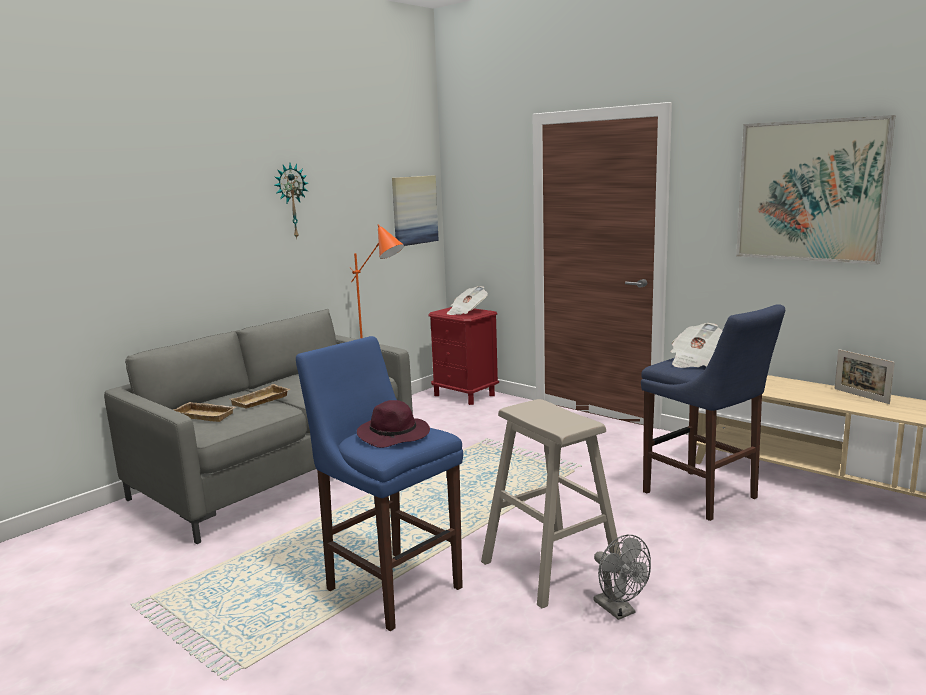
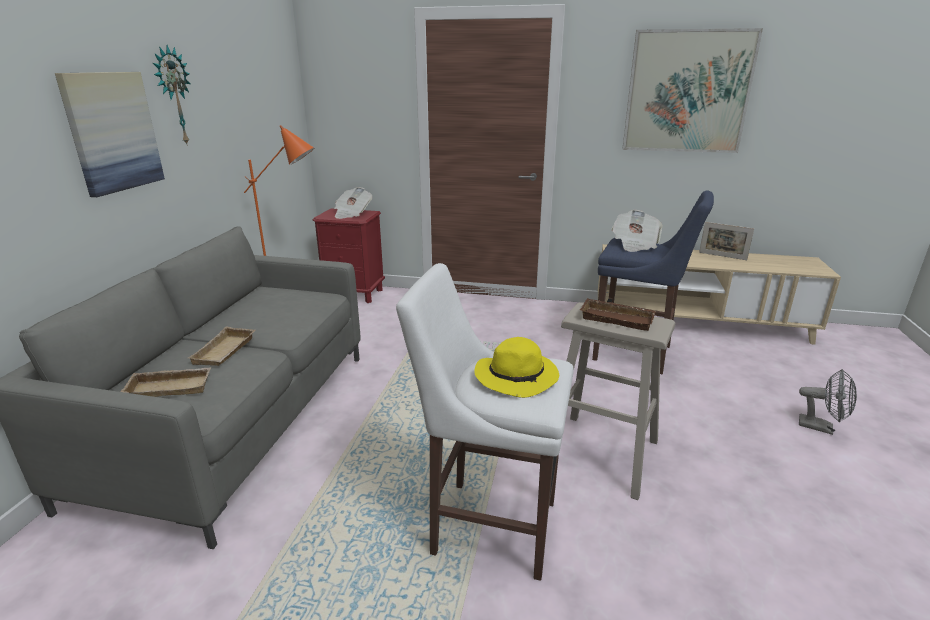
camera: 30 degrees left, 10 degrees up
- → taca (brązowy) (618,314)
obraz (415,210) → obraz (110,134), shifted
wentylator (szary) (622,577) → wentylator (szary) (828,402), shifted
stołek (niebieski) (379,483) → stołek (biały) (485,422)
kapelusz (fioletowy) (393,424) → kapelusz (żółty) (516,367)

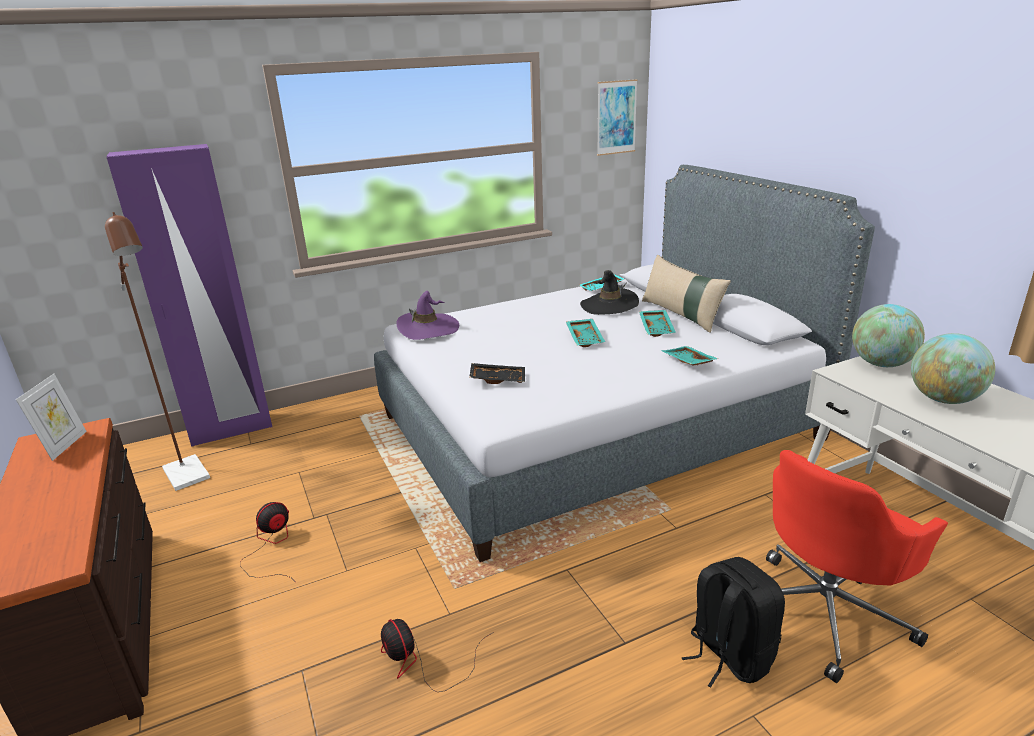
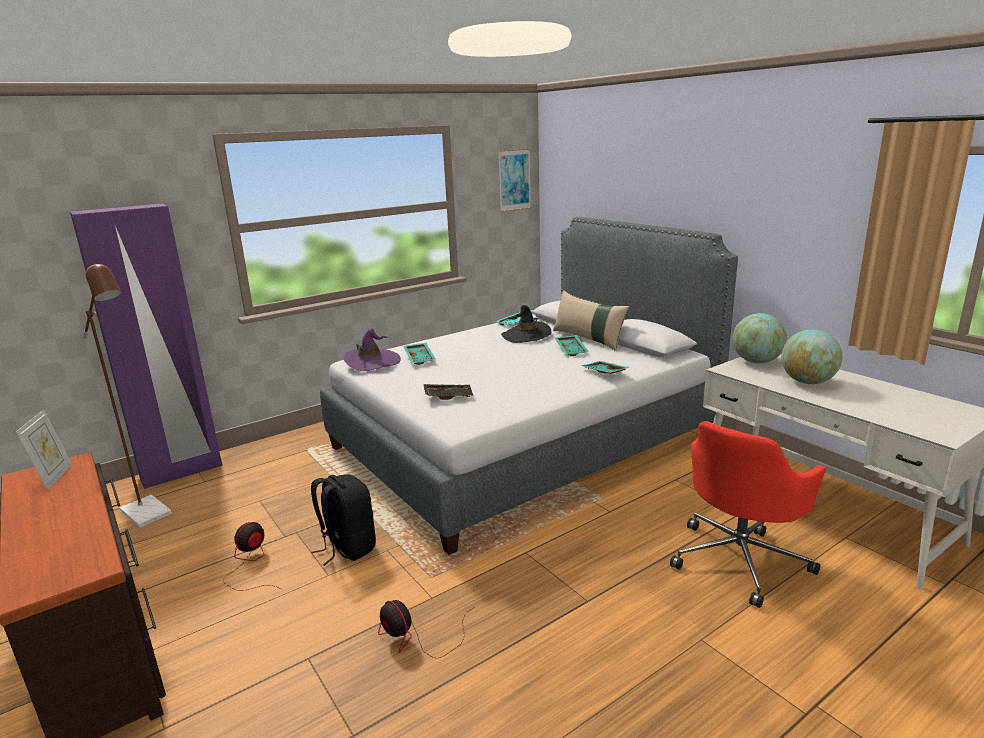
camera: 10 degrees left, 5 degrees down
taca (turkusowy) (585,333) → taca (turkusowy) (419,354), shifted
plecak (czarny) (733,622) → plecak (czarny) (343,520), shifted

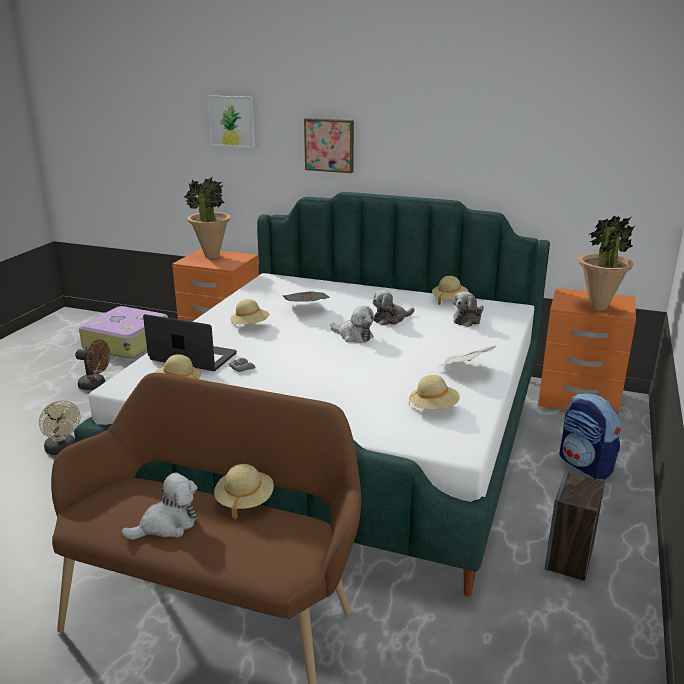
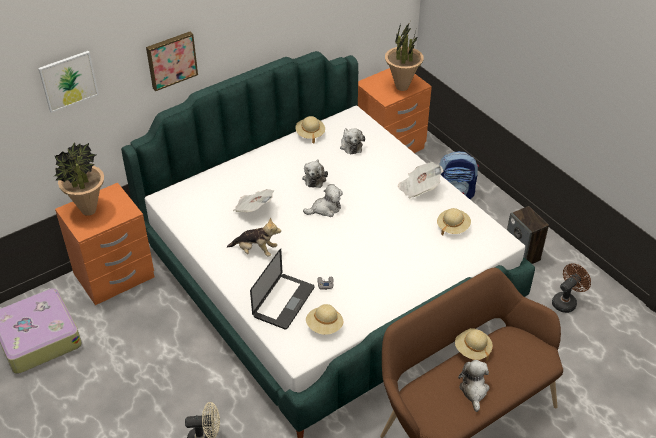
camera: 55 degrees left, 20 degrees up
wentylator (brązowy) (92,364) → wentylator (brązowy) (571,288), shifted
kapelusz (beżowy) (249,311) → pluszak (254,237)
laptop (190,342) → laptop (282,289), 150 degrees clockwise

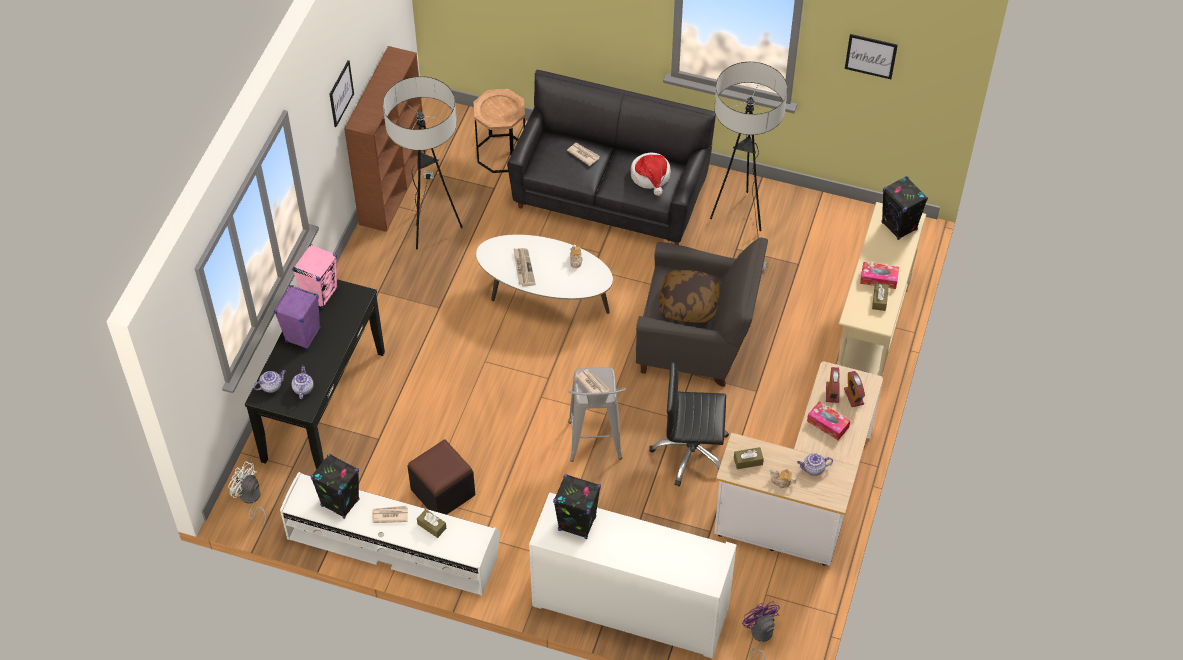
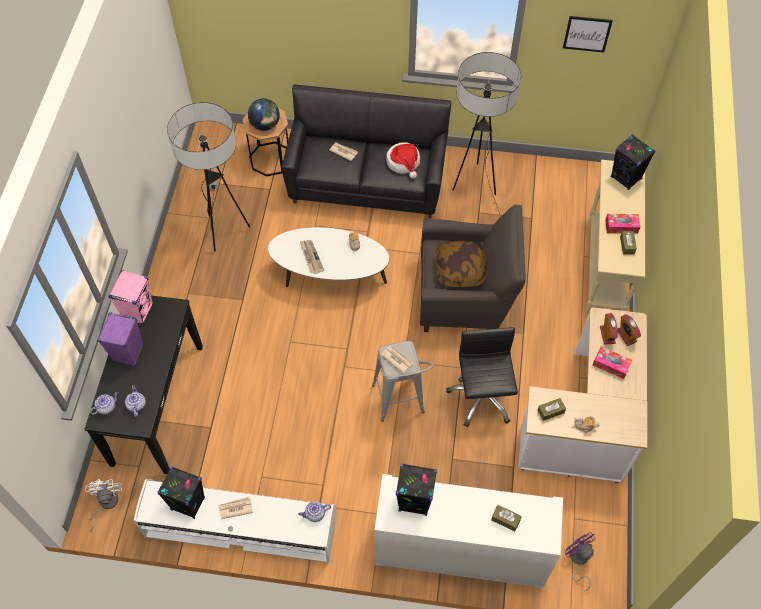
camera: 10 degrees left, 5 degrees up
obraz (341,93) → -
regał (brązowy) (385,139) → -
pufa (czarny) (441,477) → -
- → globus (264,114)
pudełko chusteczek (brązowy) (431,523) → pudełko chusteczek (brązowy) (506,518), shifted
imbryk (815,464) → imbryk (314,511), shifted
wentylator (biały) (247,493) → wentylator (biały) (103,505), 60 degrees clockwise
krzesło biurowe (czarny) (689,424) → krzesło biurowe (czarny) (482,377), 90 degrees clockwise

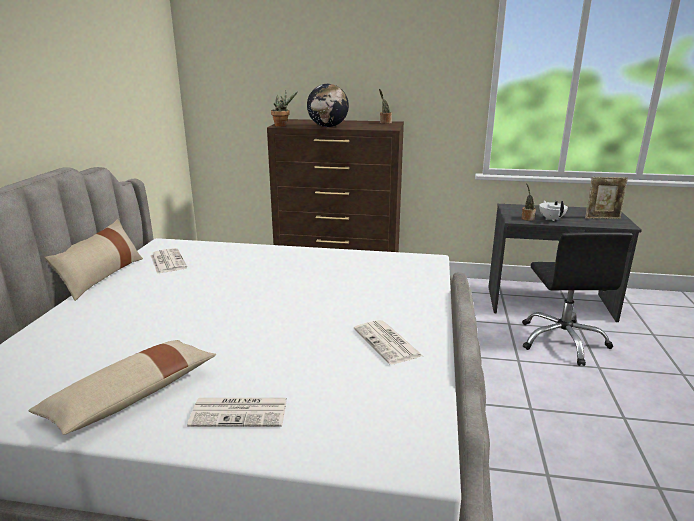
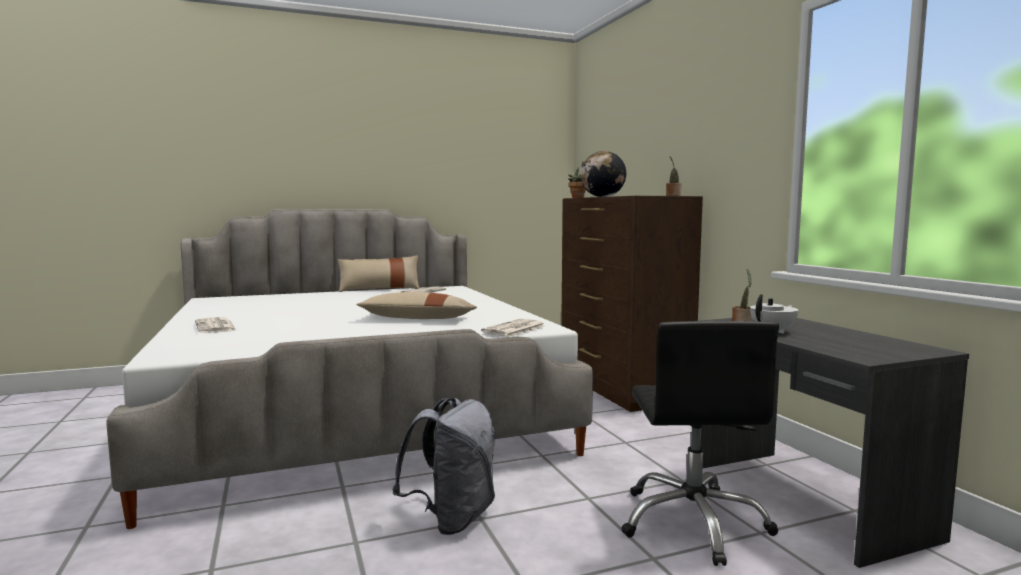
camera: 60 degrees right, 15 degrees down
ramka na zdjęcie (606,198) → -
- → plecak (szary) (443,466)
poduszka (beżowy) (122,387) → poduszka (beżowy) (416,305), shifted
gazeta (388,342) → gazeta (513,328), shifted
krzesło biurowe (czarny) (577,299) → krzesło biurowe (czarny) (700,443), 60 degrees counterclockwise

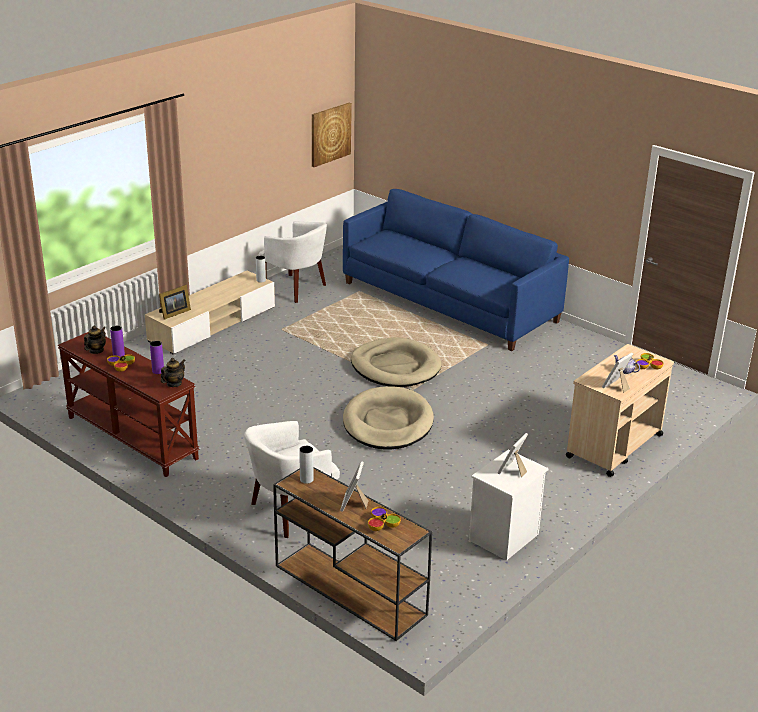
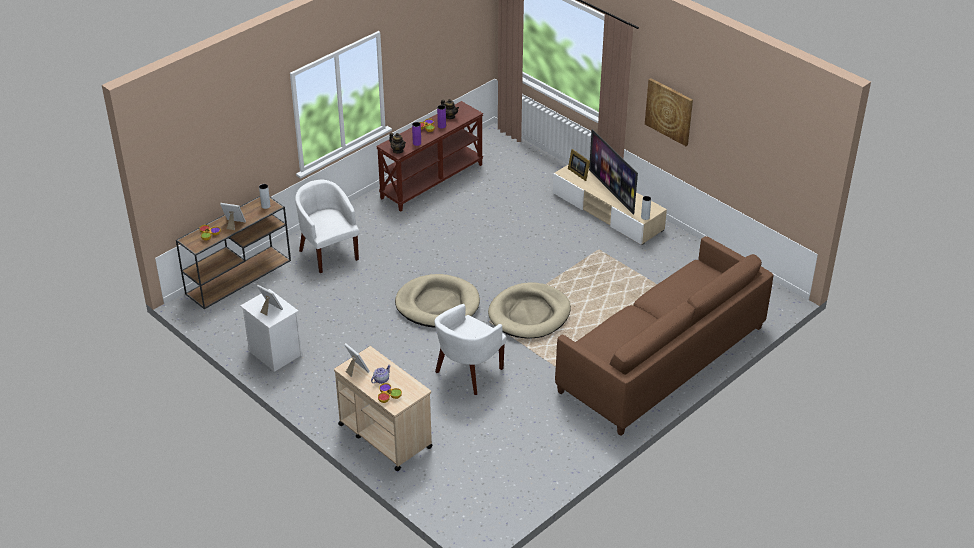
camera: 95 degrees right, 10 degrees up
- → telewizor (613,172)
fotel (biały) (293,262) → fotel (biały) (470,349), shifted
obraz (332,135) → obraz (669,112), shifted
kanapa (niebieski) (456,270) → kanapa (brązowy) (664,336)

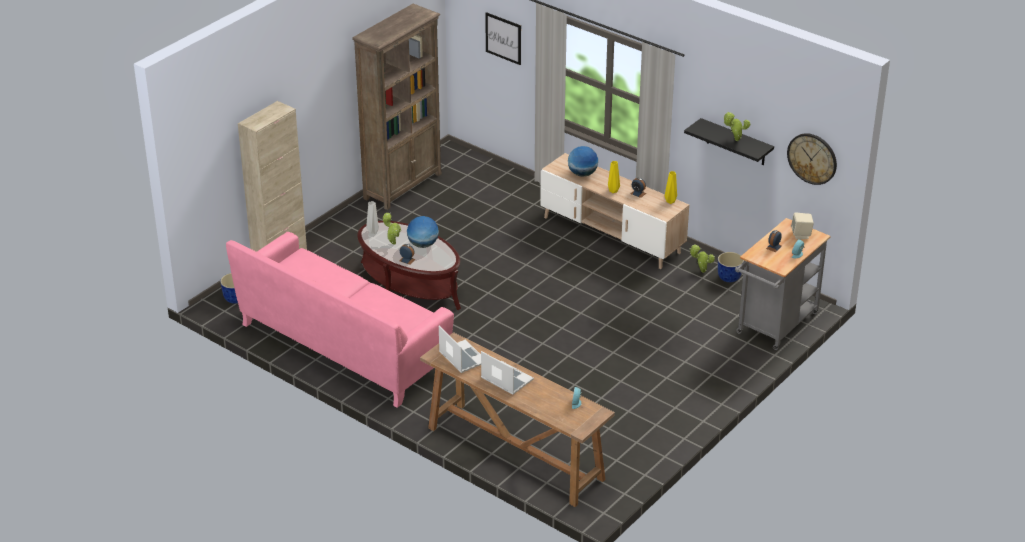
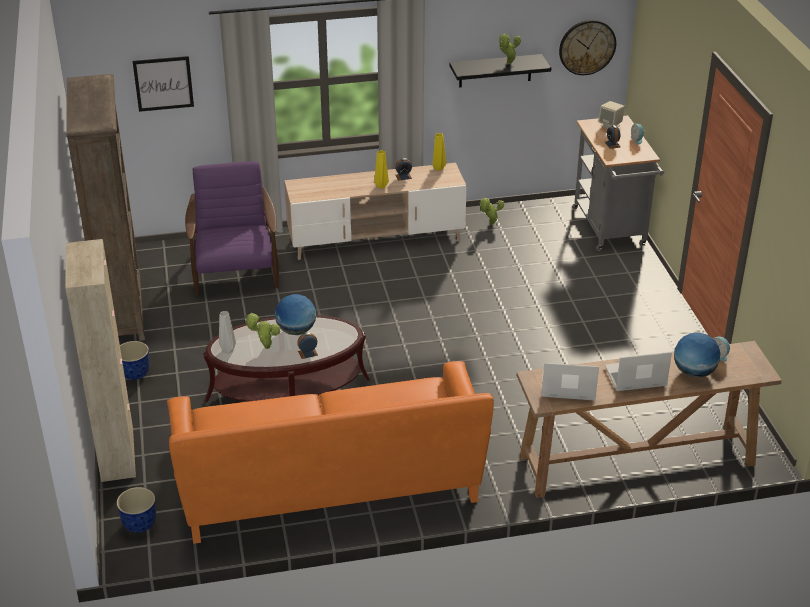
camera: 50 degrees left, 0 degrees up
- → fotel (fioletowy) (232,228)
globus (583,161) → globus (697,355), shifted
donica (731,267) → donica (135,360), shifted
kanapa (różowy) (340,320) → kanapa (pomarańczowy) (330,452)

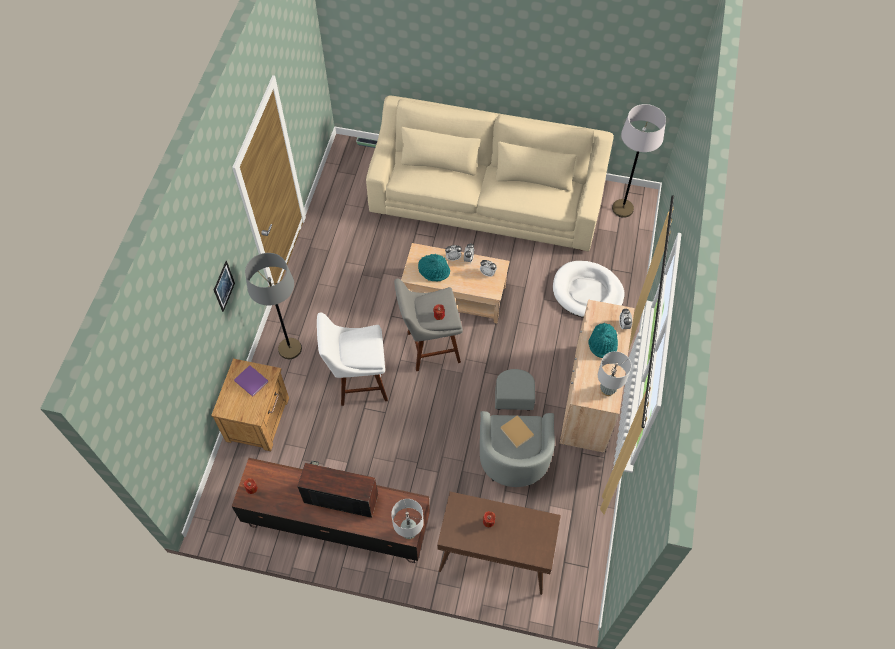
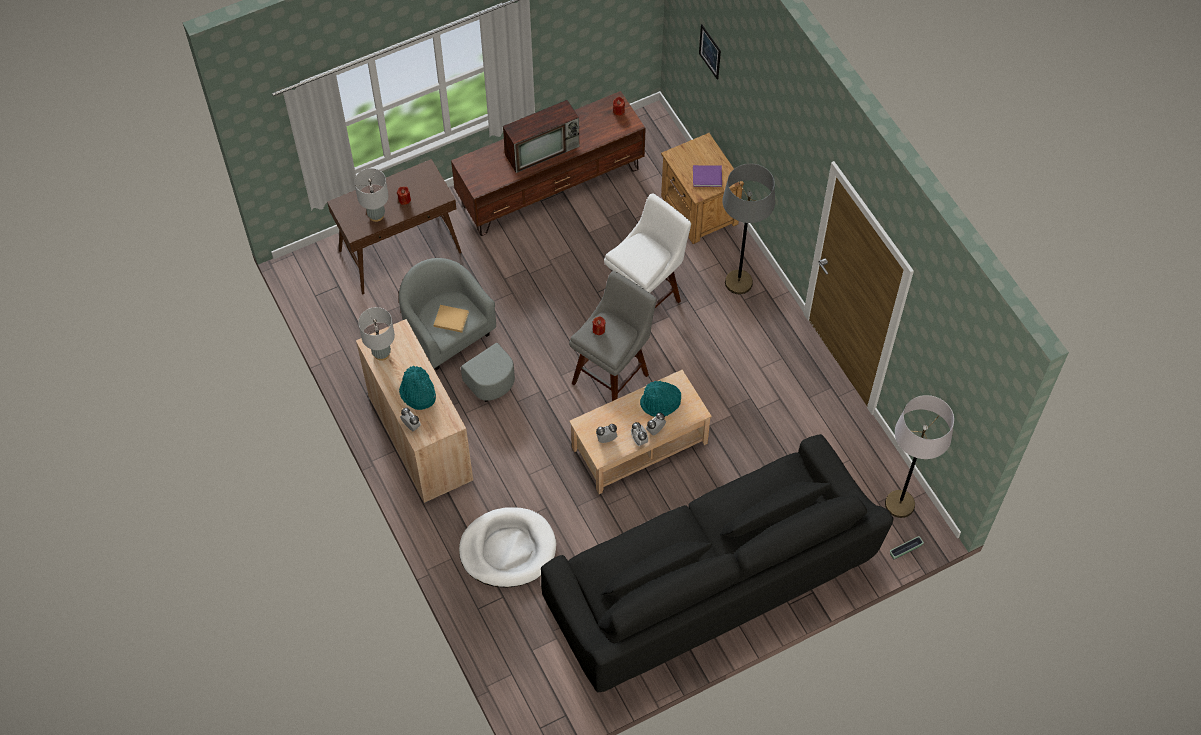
camera: 140 degrees right, 0 degrees up
obraz (224,286) → obraz (710,52), shifted
lampa stołowa (szary) (407,519) → lampa stołowa (szary) (371,195), shifted
lampa stojąca (szary) (639,161) → lampa stojąca (szary) (919,456), shifted
kanapa (beżowy) (490,173) → kanapa (czarny) (717,563)

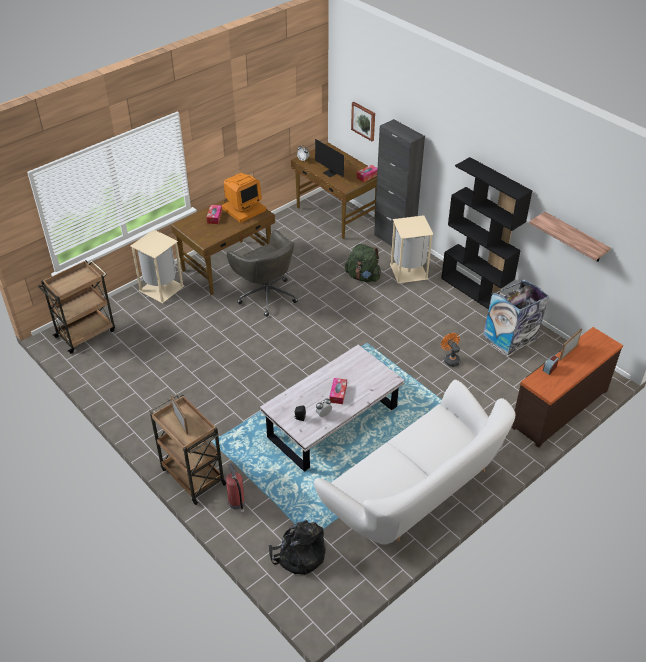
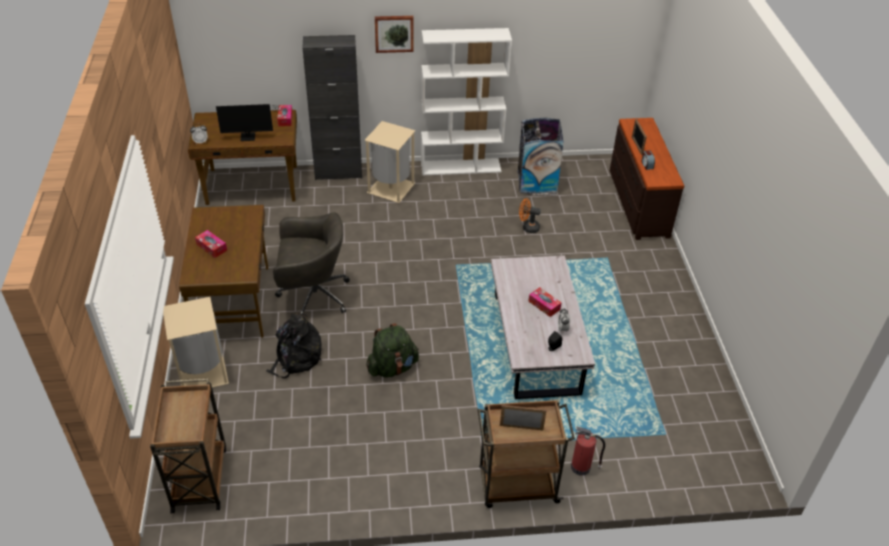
camera: 55 degrees left, 0 degrees up
monitor (244,197) → -
kanapa (biały) (415,462) → -
półka (570,237) → -
plecak (czarny) (297,547) → plecak (czarny) (294,345), shifted
plecak (zielony) (363,263) → plecak (zielony) (392,350), shifted
obraz (363,121) → obraz (394,34), shifted
regał (czarny) (486,233) → regał (biały) (466,101)

